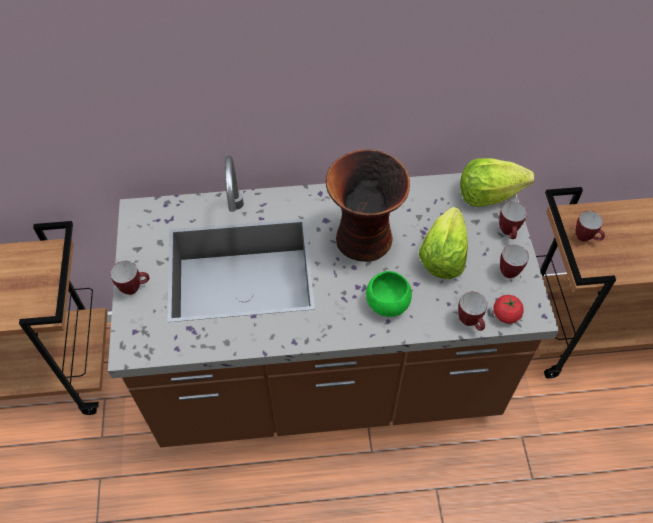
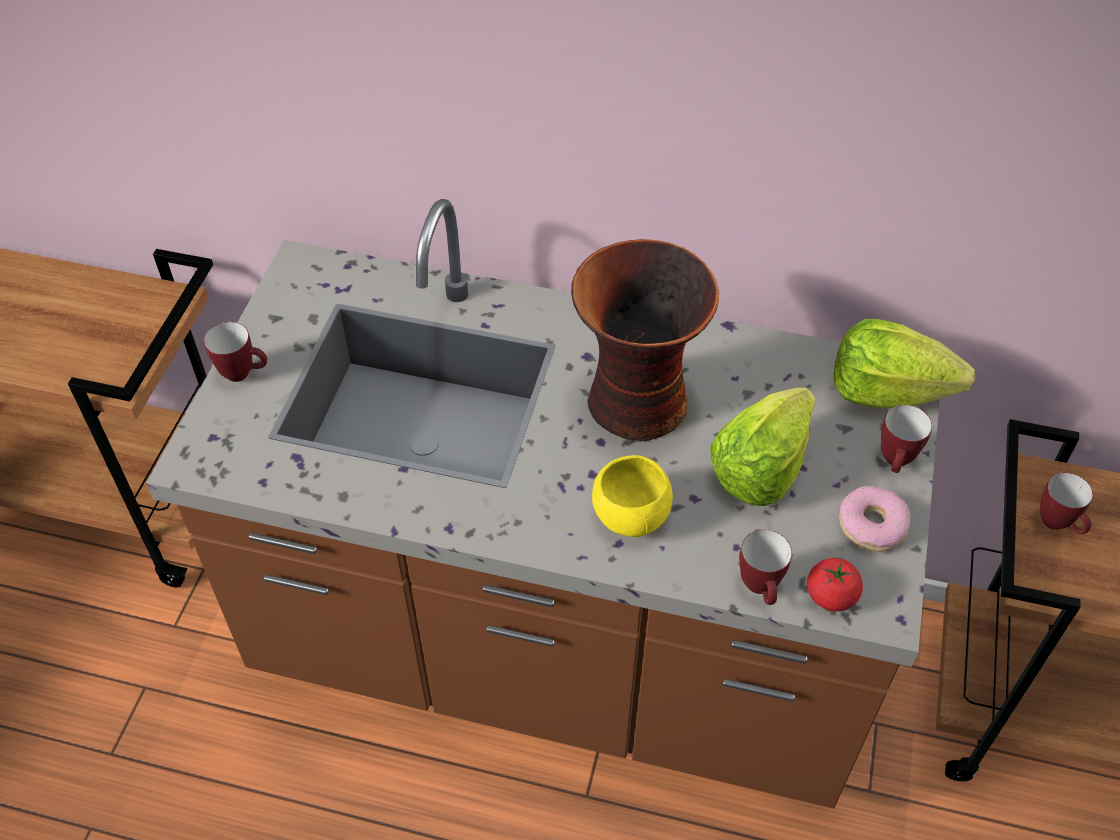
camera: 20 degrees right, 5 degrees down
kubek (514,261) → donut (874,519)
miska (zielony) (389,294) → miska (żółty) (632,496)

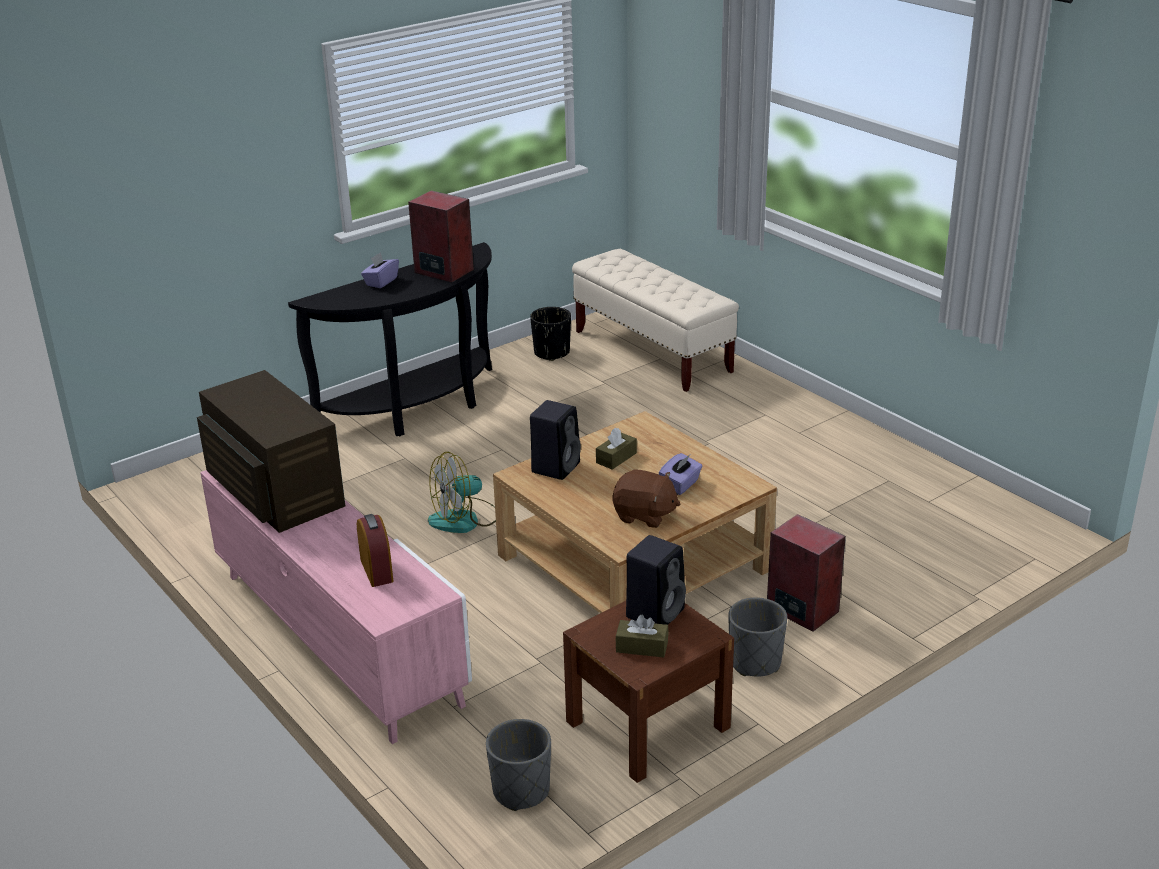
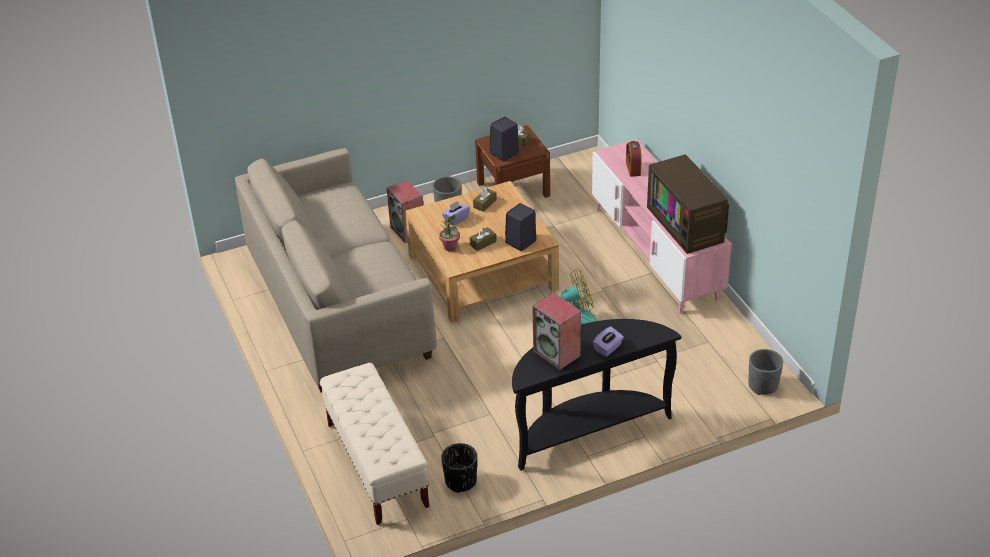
camera: 165 degrees left, 10 degrees up
- → kanapa (beżowy) (336,270)
- → roślina doniczkowa (449,232)
donica (szary) (518,765) → donica (szary) (765,372), shifted
pluszak (brązowy) (646,498) → pudełko chusteczek (brązowy) (485,199)

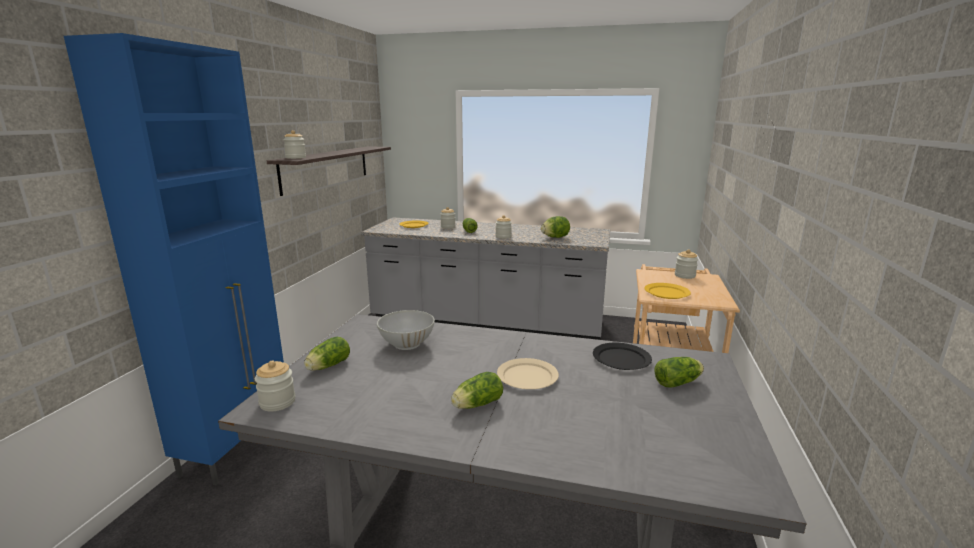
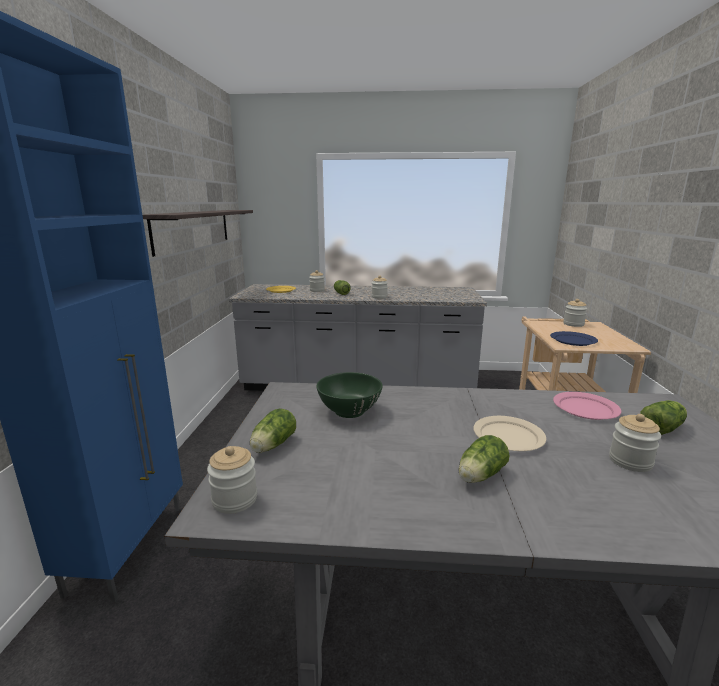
camera: 10 degrees left, 0 degrees up
sałata (555,227) → -
słoik (294,144) → słoik (635,443), shifted
miska (biały) (406,330) → miska (zielony) (349,395)
talerz (czarny) (622,356) → talerz (różowy) (587,406)
talerz (żółty) (667,291) → talerz (niebieski) (574,338)

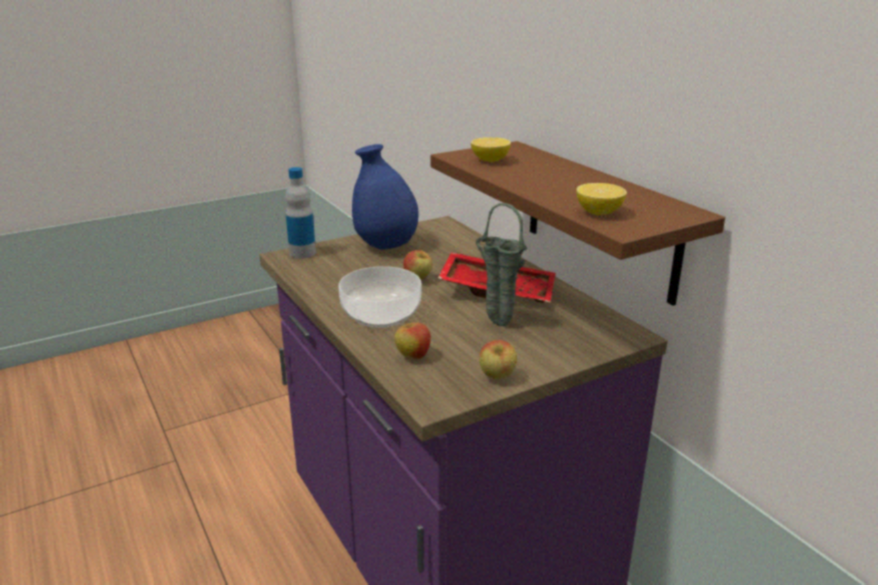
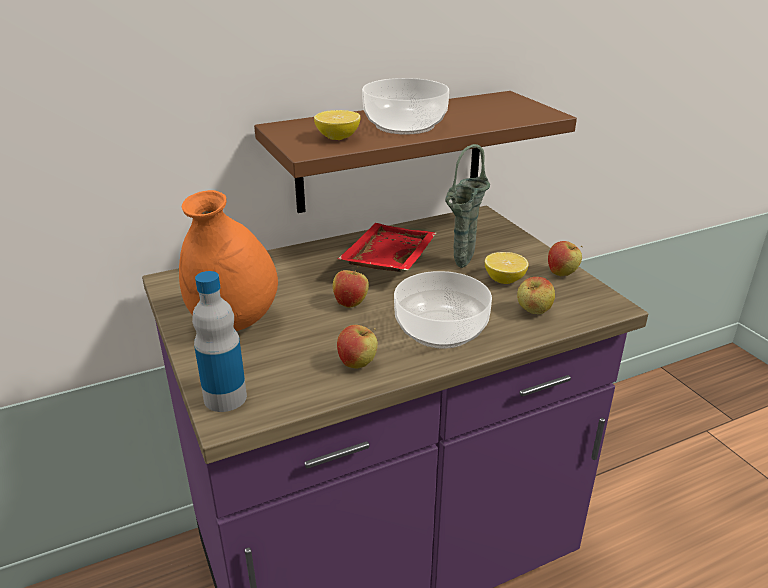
camera: 85 degrees left, 5 degrees up
- → jabłko (357,347)
- → miska (405,106)
cytryna (601,199) → cytryna (507,268), shifted
wazon (niebieski) (385,196) → wazon (pomarańczowy) (228,260)

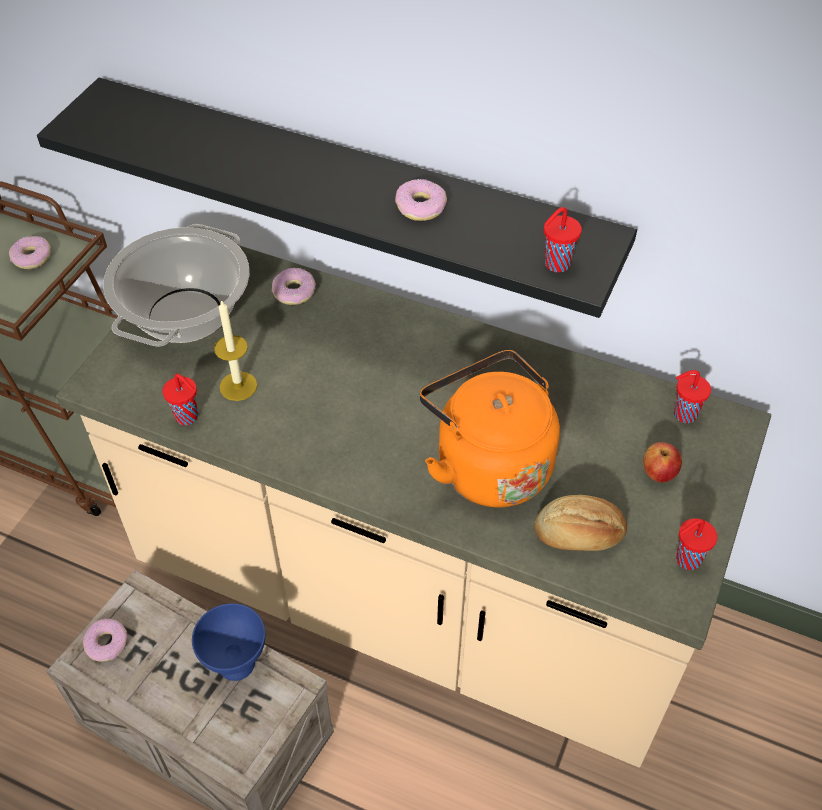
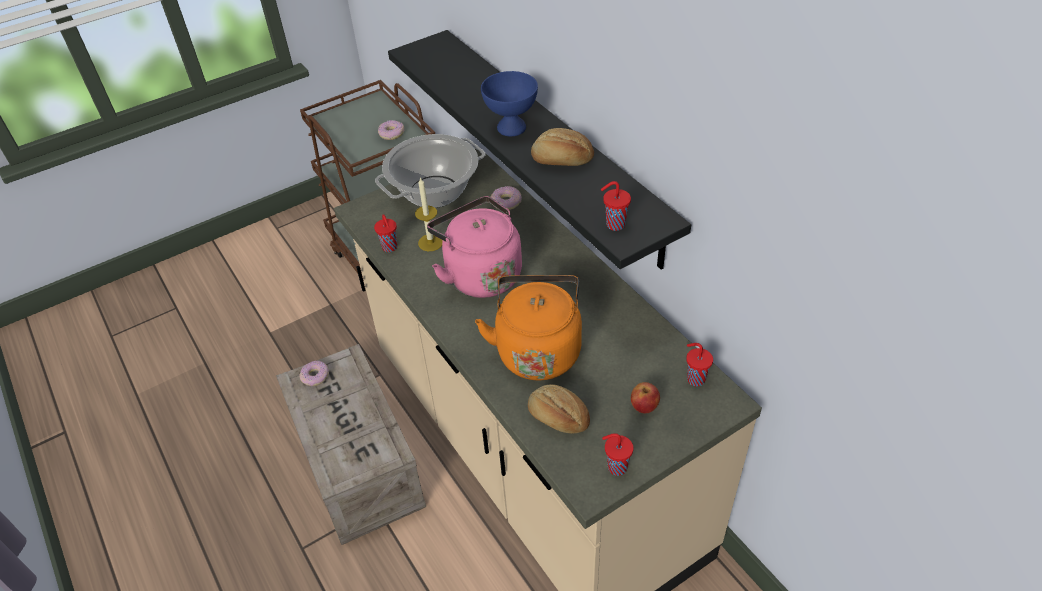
camera: 35 degrees right, 5 degrees down
- → czajnik (różowy) (474,247)
miska (niebieski) (228,642) → miska (niebieski) (509,103), shifted
donut (421,200) → chleb (562,147)

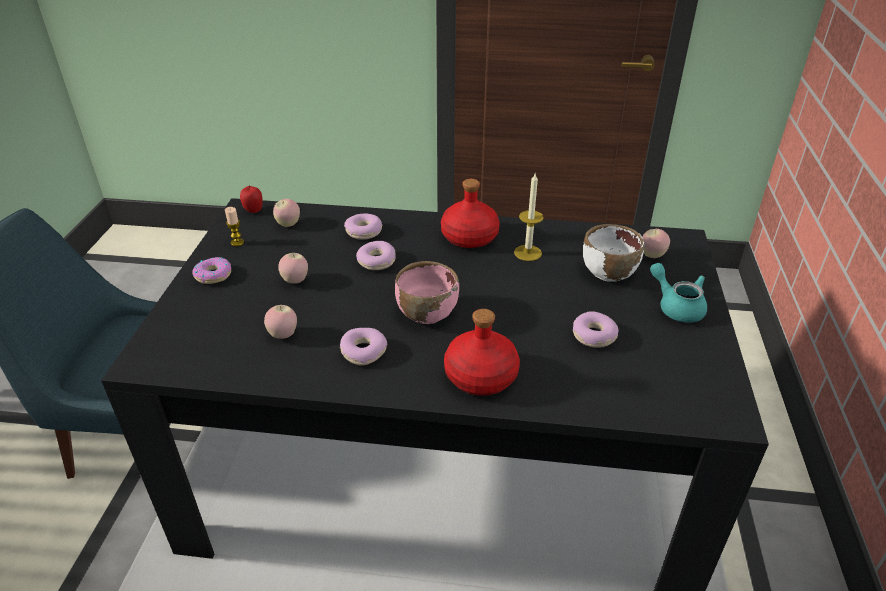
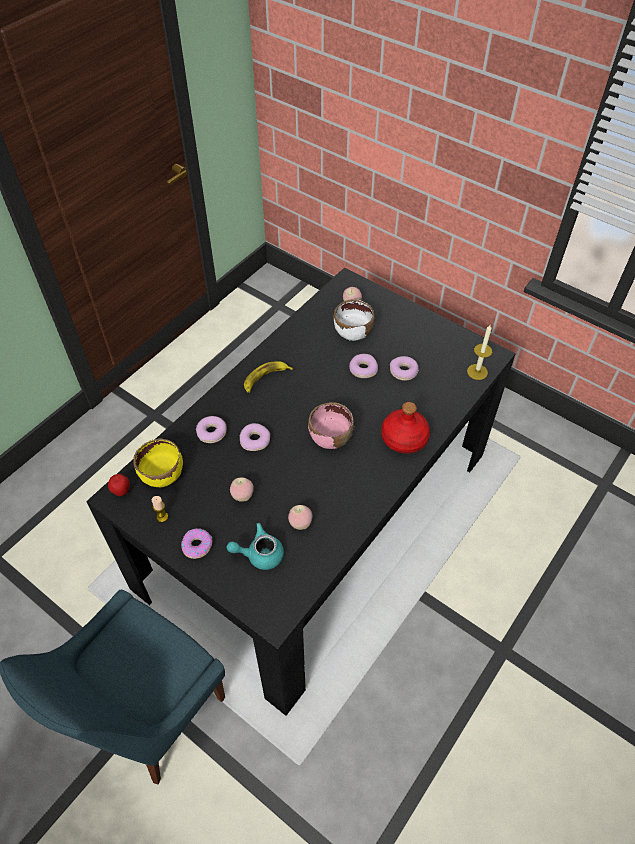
camera: 60 degrees left, 15 degrees up
donut (363,346) → donut (363,366), shifted
świeca (529,217) → świeca (479,352), shifted
imbryk (turkusowy) (678,293) → imbryk (turkusowy) (255,546), shifted
jabłko (286,213) → miska (żółty) (158,463)
butelka (czerwony) (470,213) → banan (268,377)

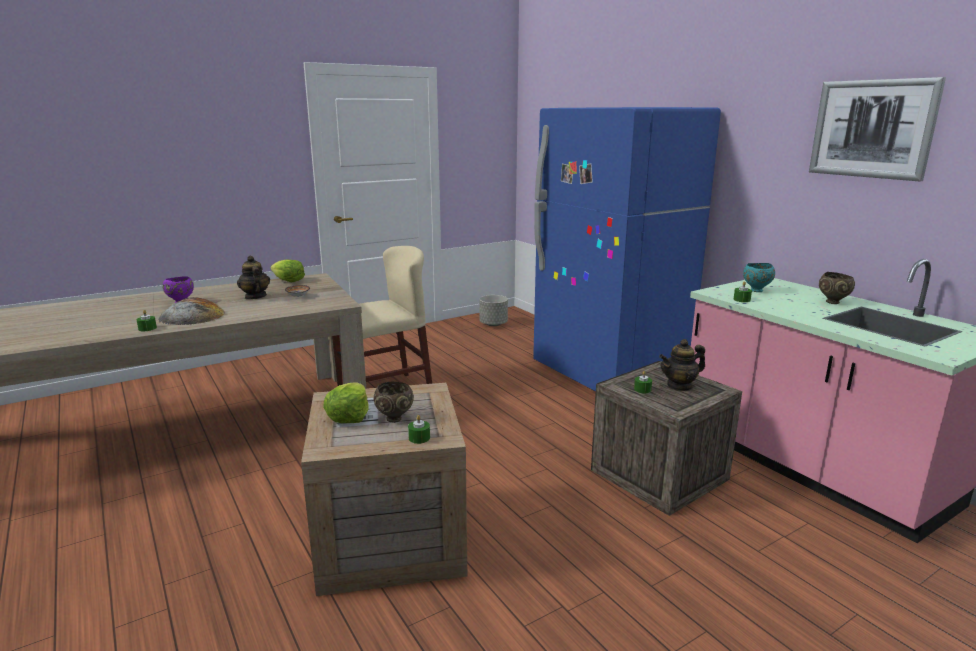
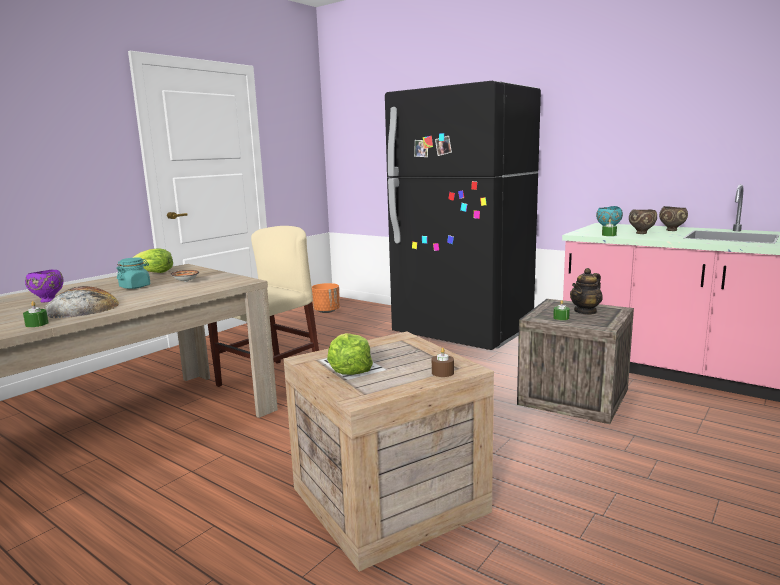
camera: 20 degrees left, 5 degrees down
obraz (877,129) → -
miska (brązowy) (393,402) → miska (brązowy) (643,221), shifted
imbryk (253,277) → słoik (turkusowy) (133,273)
świeca (zielony) (419,429) → świeca (brązowy) (443,362)
donica (szary) (493,310) → donica (pomarańczowy) (326,298)
lodówka (niebieski) (627,249) → lodówka (czarny) (463,215)

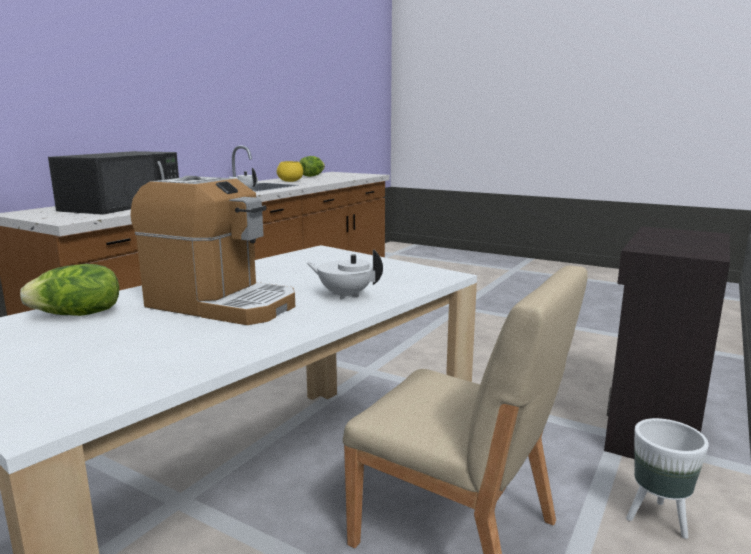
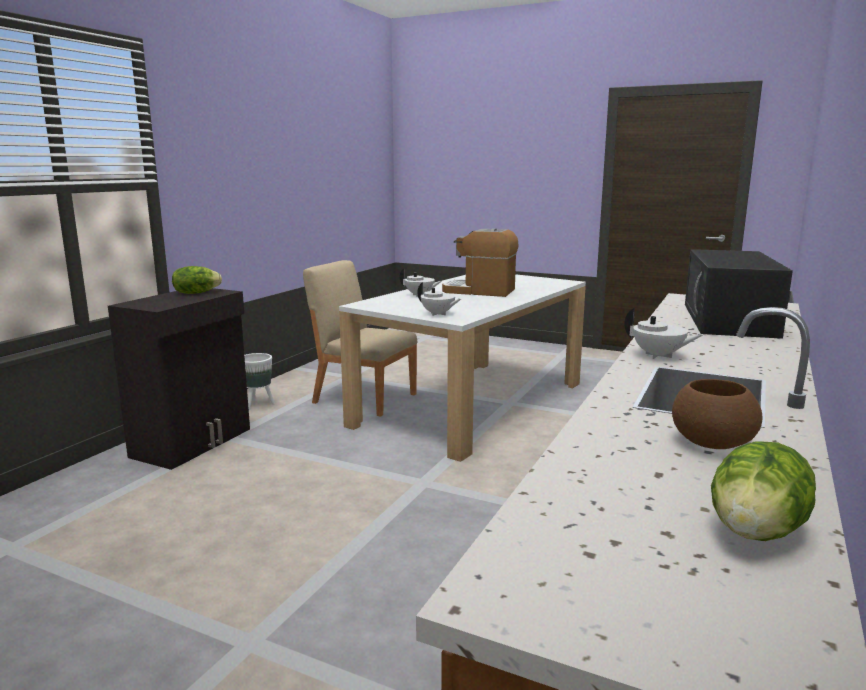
camera: 175 degrees right, 0 degrees up
- → imbryk (biały) (439,299)
sałata (69,290) → sałata (197,280), shifted
miska (żółty) (290,171) → miska (brązowy) (717,414)

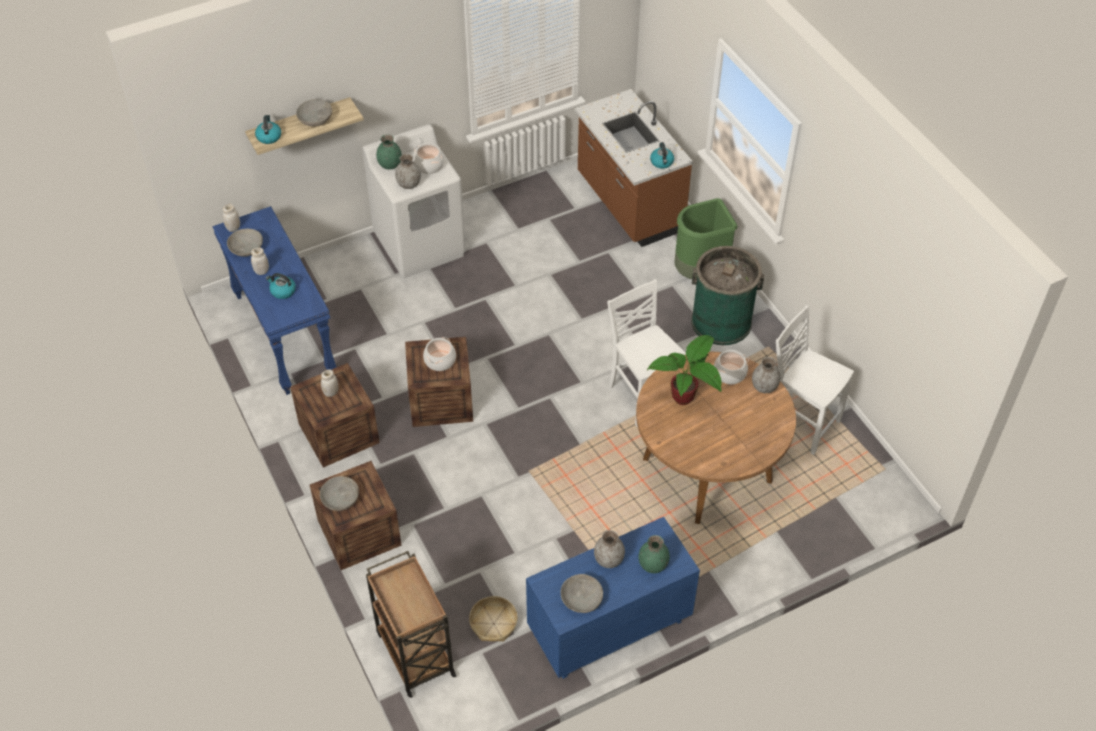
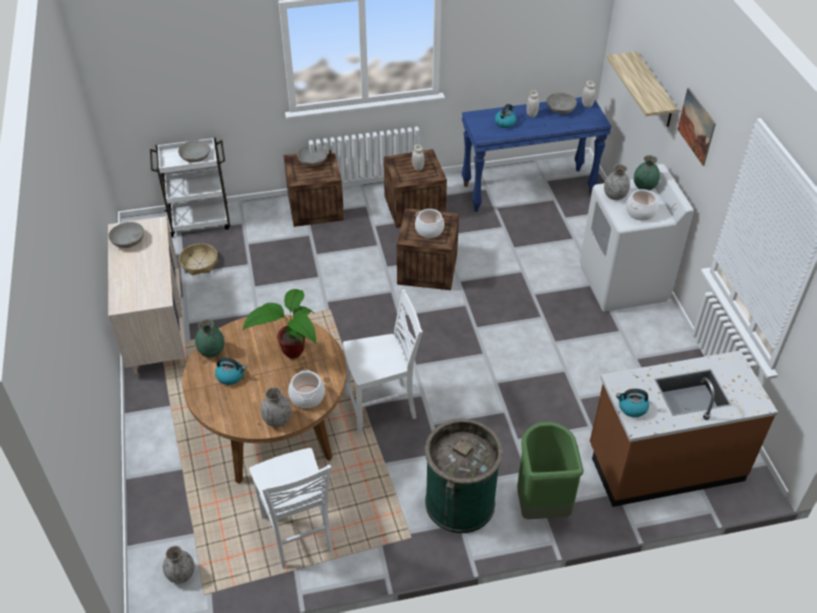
camera: 105 degrees right, 5 degrees down
- → obraz (696,127)
czajnik (268,129) → czajnik (230,371), shifted
miska (szary) (314,112) → miska (szary) (194,151), shifted
wazon (szary) (609,549) → wazon (szary) (178,565), shifted
wazon (zielony) (654,554) → wazon (zielony) (210,338), shifted
wózek (brązowy) (411,624) → wózek (biały) (190,187)
komoda (niebieski) (613,598) → komoda (beżowy) (147,295)
krzesło (biały) (815,380) → krzesło (biały) (291,508), 105 degrees clockwise

